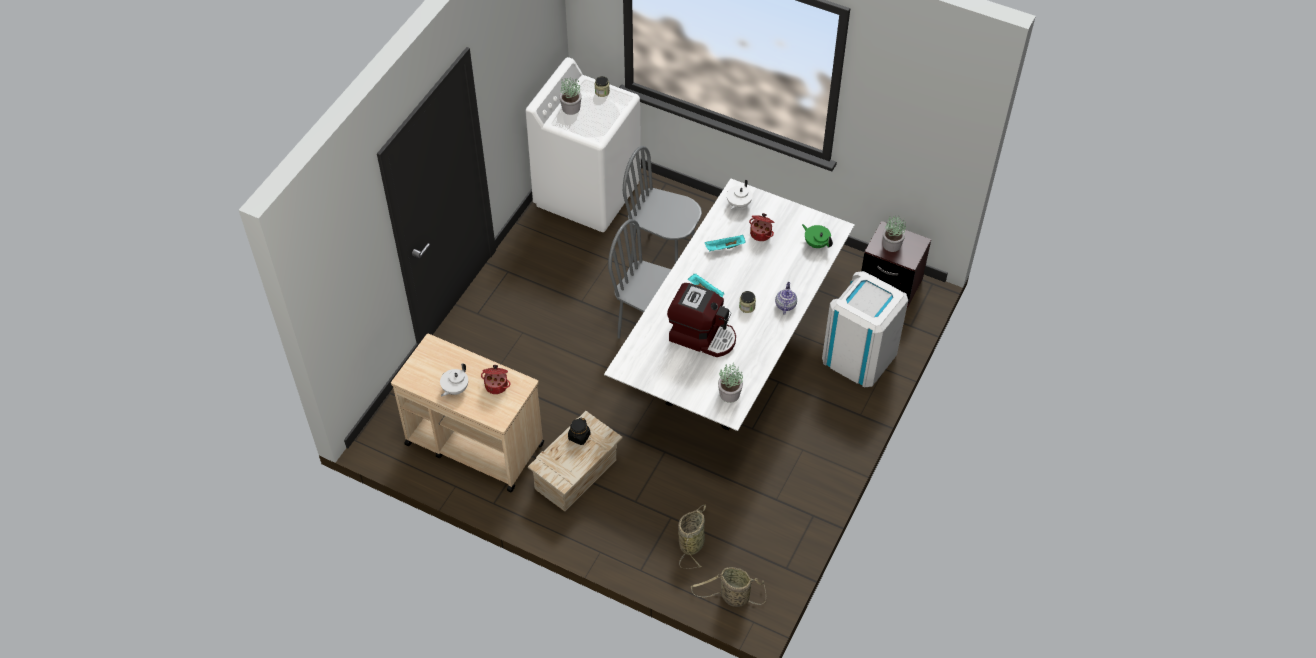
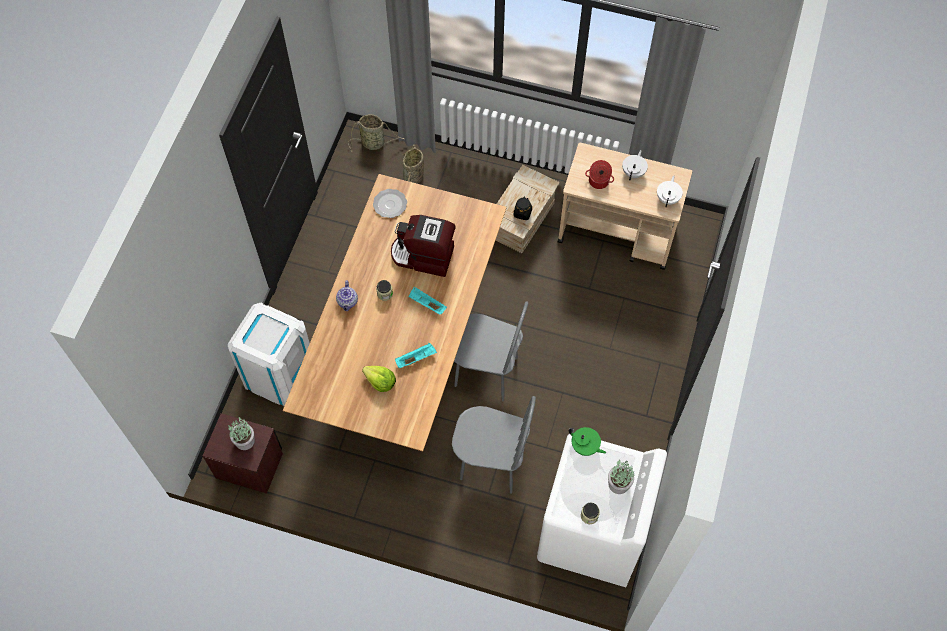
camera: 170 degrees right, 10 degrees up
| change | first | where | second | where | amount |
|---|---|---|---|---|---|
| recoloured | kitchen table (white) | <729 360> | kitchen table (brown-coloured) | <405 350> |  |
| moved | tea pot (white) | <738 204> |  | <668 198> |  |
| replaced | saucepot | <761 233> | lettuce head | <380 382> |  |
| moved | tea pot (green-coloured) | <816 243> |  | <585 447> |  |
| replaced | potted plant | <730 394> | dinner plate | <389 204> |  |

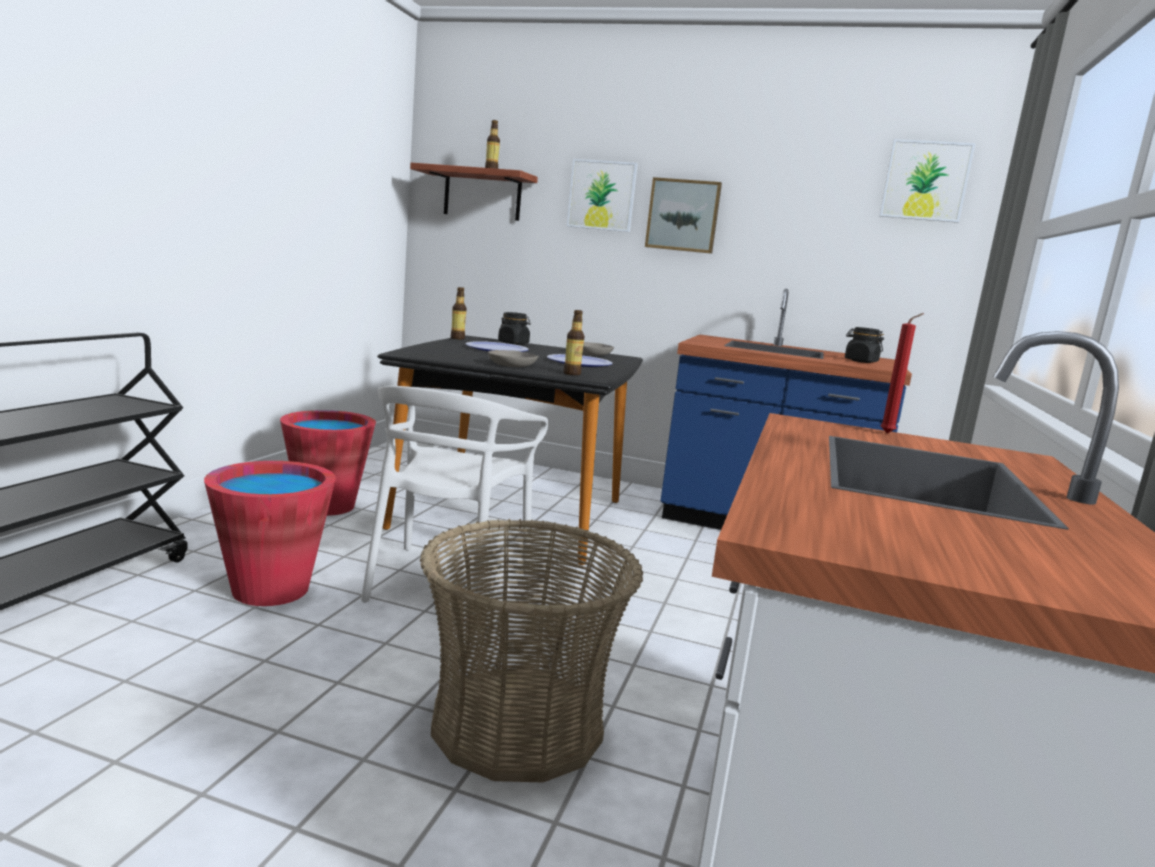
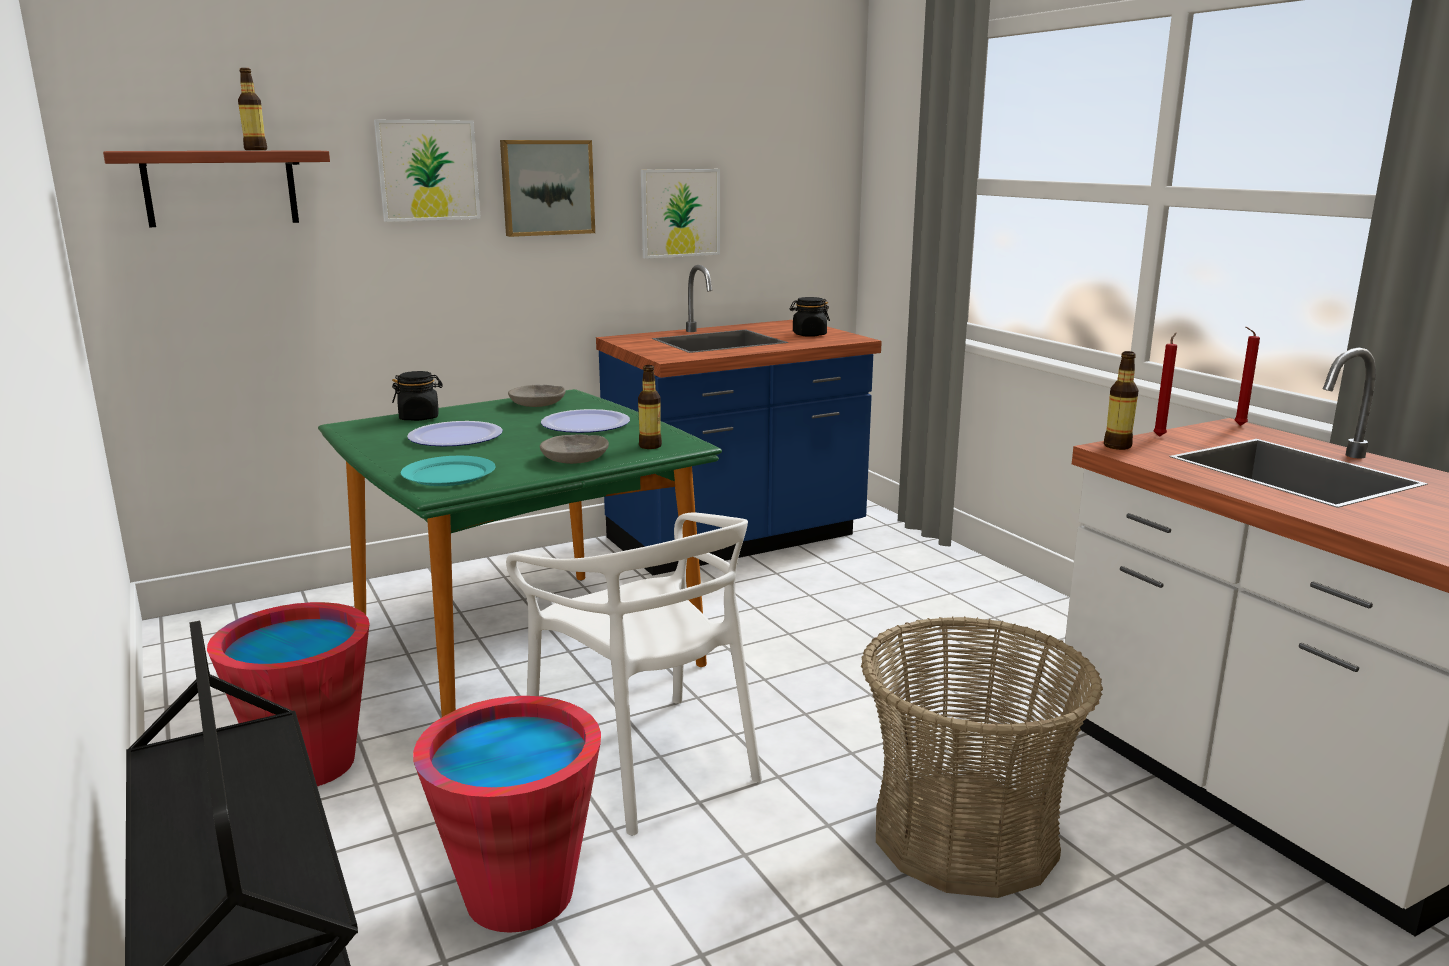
camera: 45 degrees left, 5 degrees up
| change | first | where | second | where | amount |
|---|---|---|---|---|---|
| moved | wall art | <925 181> |  | <680 213> |  |
| moved | drink bottle | <457 338> |  | <1117 446> |  |
| recoloured | kitchen table (blackish) | <512 514> | kitchen table (green-coloured) | <525 649> |  |
| added |  |  | candle (red-coloured) | <1238 425> |  |
| added |  |  | dinner plate (turquoise-coloured) | <448 475> |  |

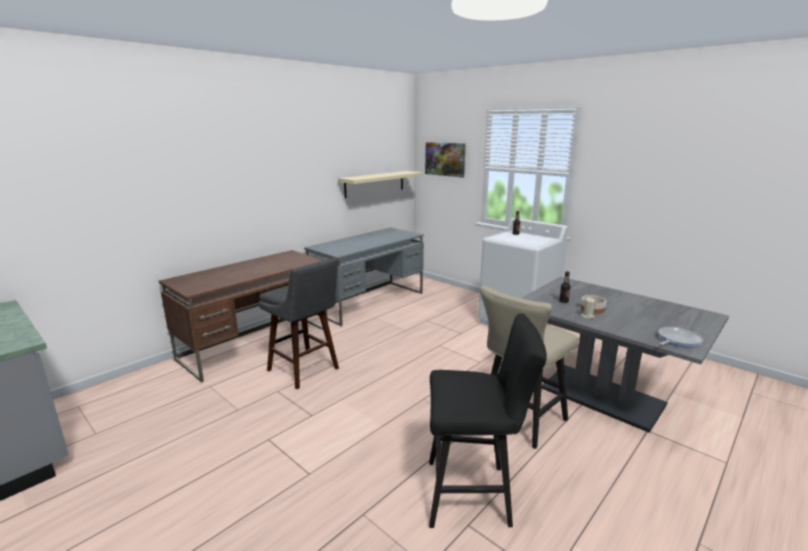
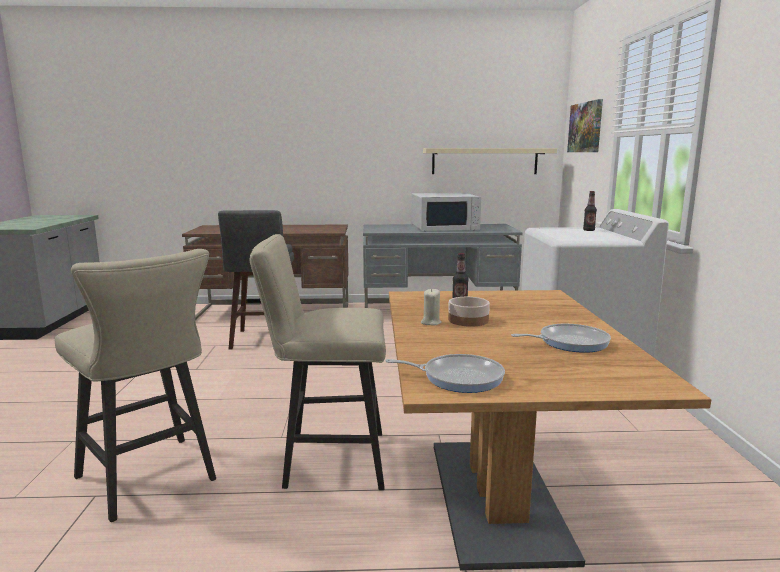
camera: 45 degrees right, 5 degrees down
| change | first | where | second | where | amount |
|---|---|---|---|---|---|
| recoloured | kitchen table (gray) | <601 396> | kitchen table (brown-coloured) | <496 497> |  |
| recoloured | sitting stool (blackish) | <475 494> | sitting stool (sand-coloured) | <151 481> |  |
| added |  |  | microwave oven (white) | <445 228> |  |
| added |  |  | frying pan | <569 342> |  |

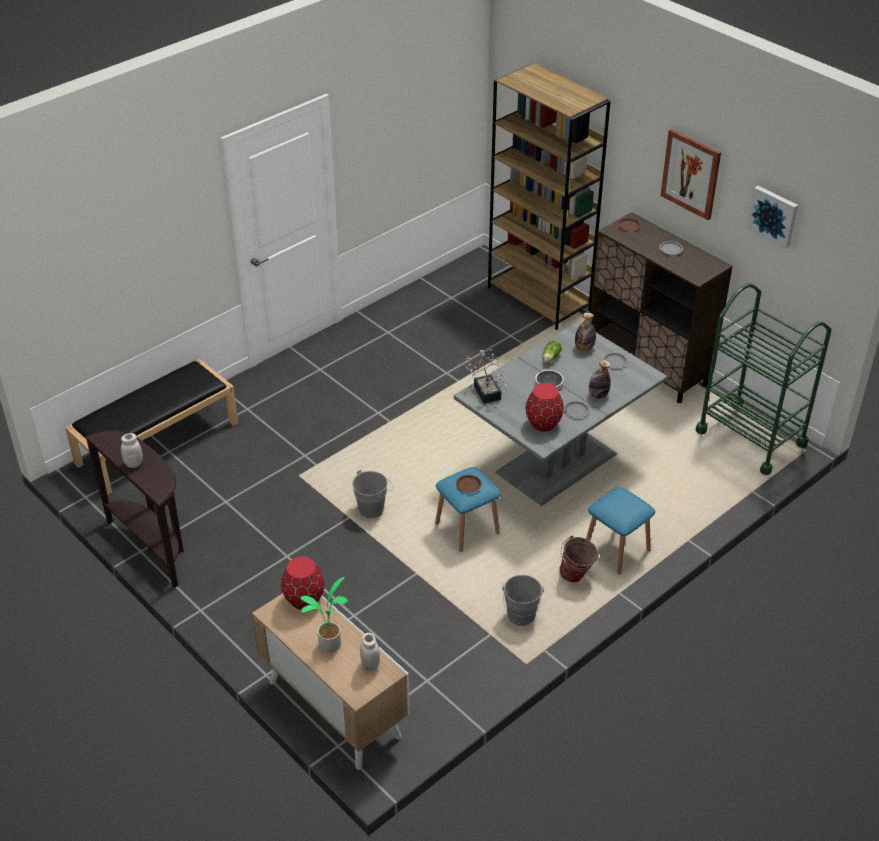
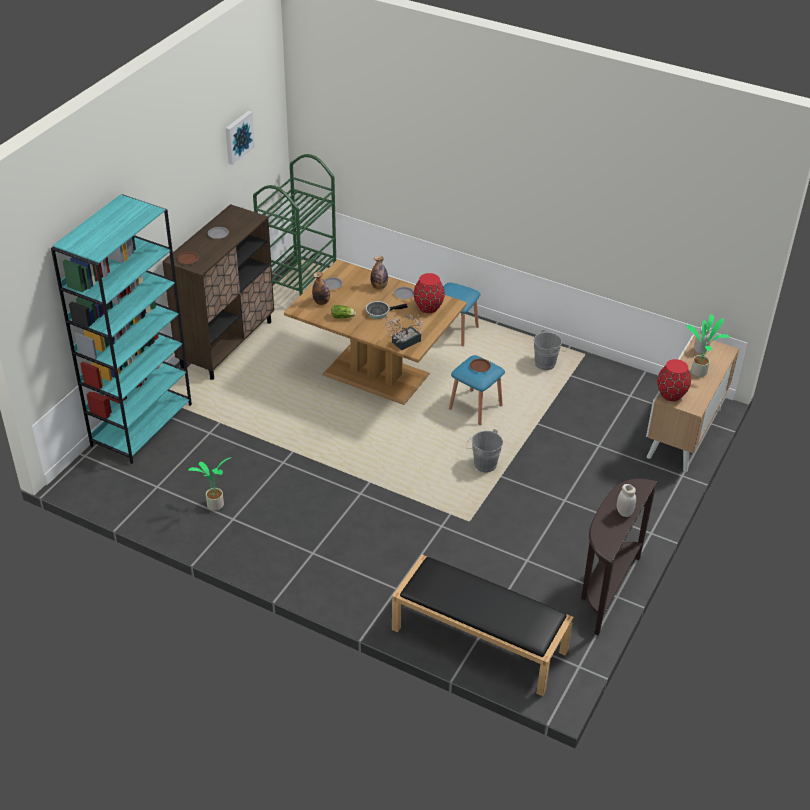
camera: 110 degrees left, 0 degrees up
| change | first | where | second | where | amount |
|---|---|---|---|---|---|
| recoloured | bookshelf (brown-coloured) | <539 299> | bookshelf (turquoise-coloured) | <142 424> |  |
| removed | wall art | <691 174> |  |  |  |
| recoloured | kitchen table (gray) | <555 463> | kitchen table (brown-coloured) | <375 375> |  |
| removed | bucket | <576 577> |  |  |  |
| added |  |  | potted plant | <214 506> |  |

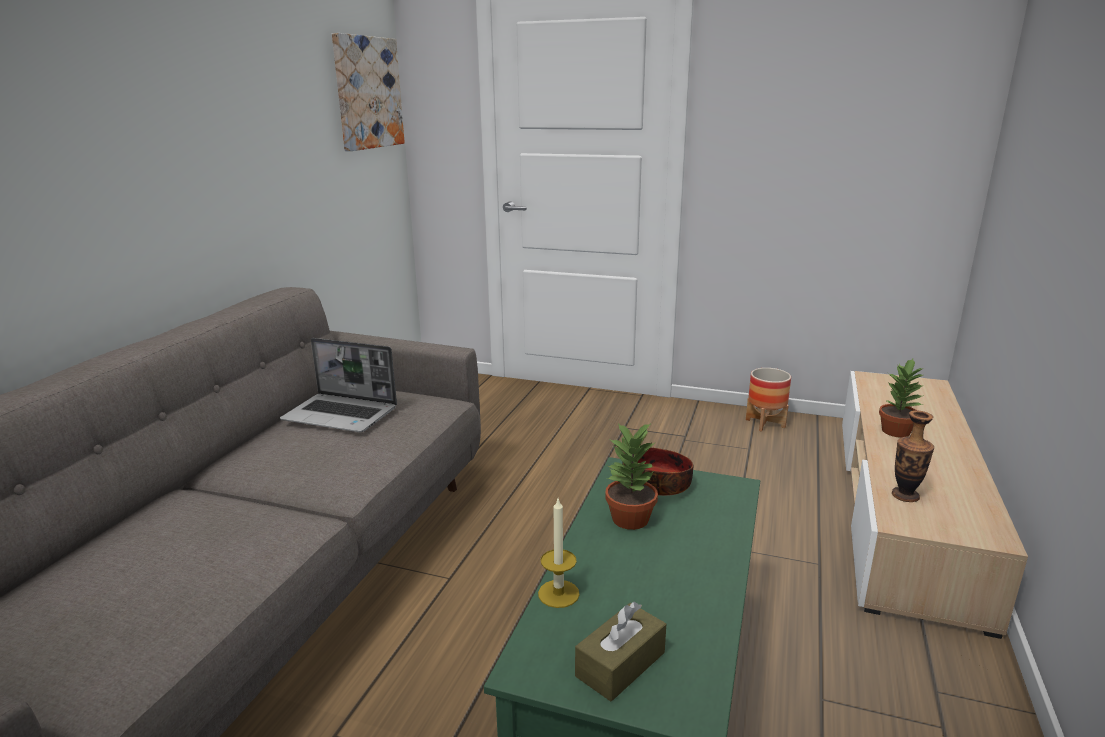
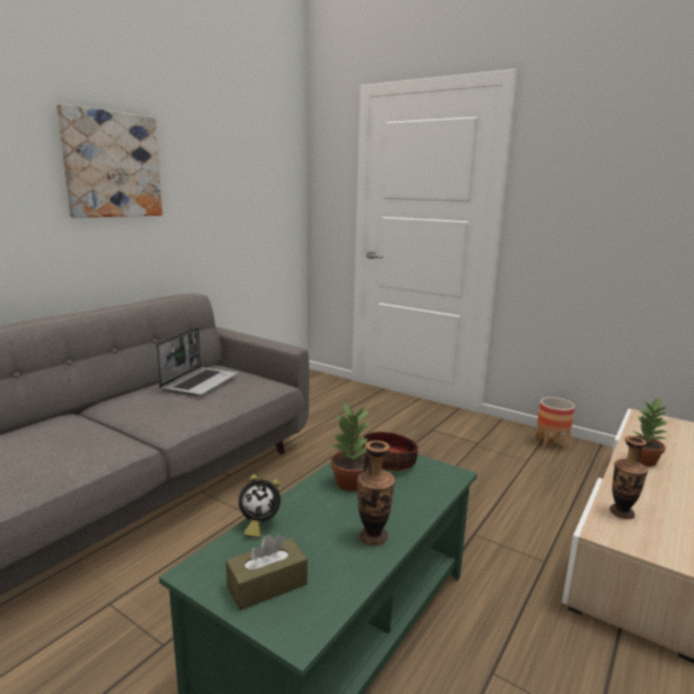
camera: 15 degrees right, 5 degrees down
| change | first | where | second | where | amount |
|---|---|---|---|---|---|
| moved | wall art | <367 93> |  | <112 165> |  |
| turned | notebook computer | <342 415> |  | <200 382> | 105 degrees counterclockwise |
| replaced | candle | <558 593> | bedside clock | <258 524> |  |
| added |  |  | decorative vase | <373 537> |  |

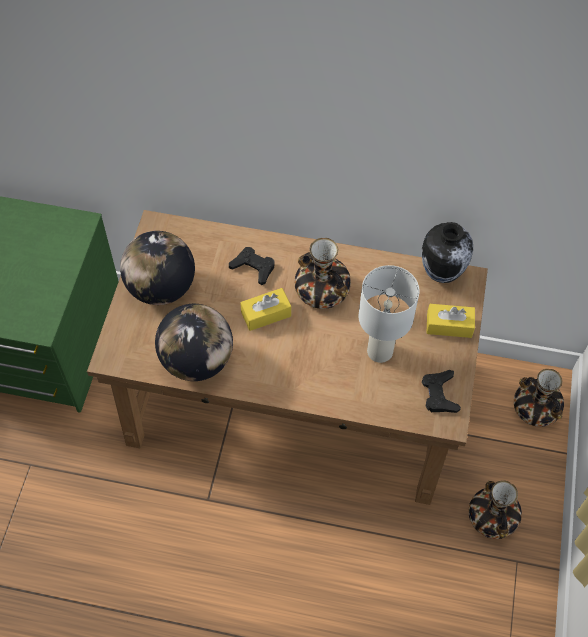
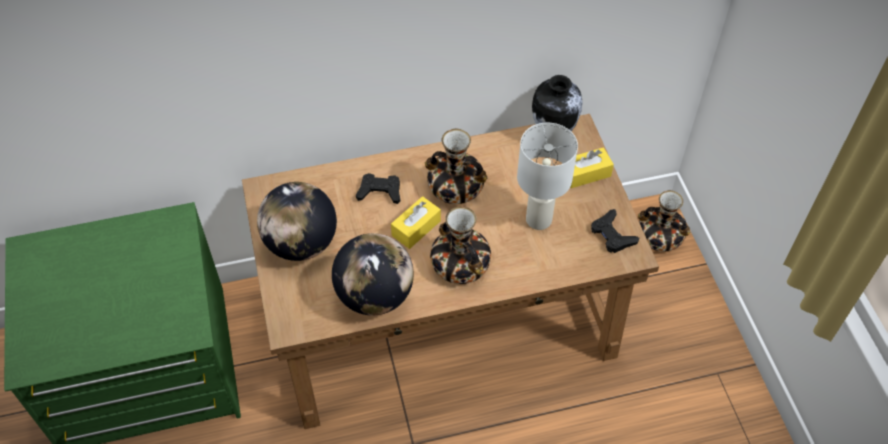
camera: 25 degrees left, 5 degrees down
| change | first | where | second | where | amount |
|---|---|---|---|---|---|
| moved | decorative vase | <492 518> |  | <460 265> |  |

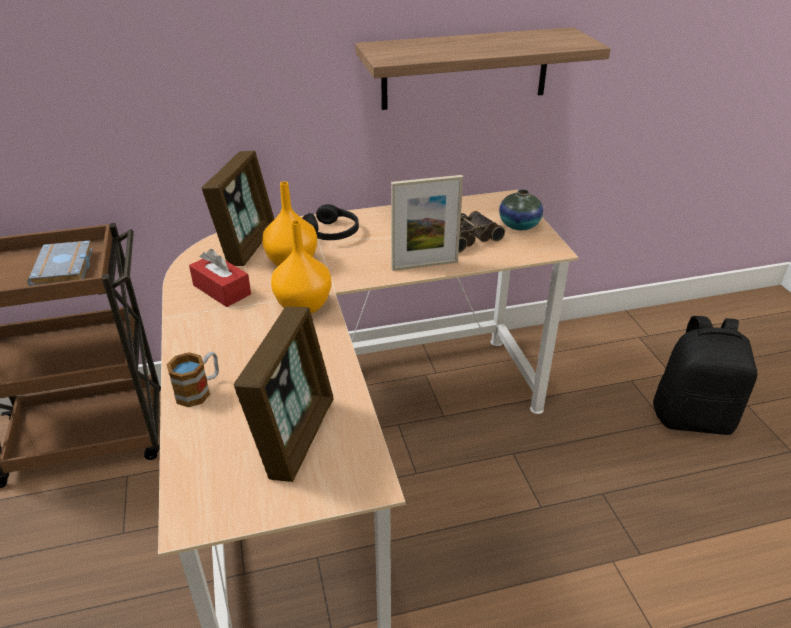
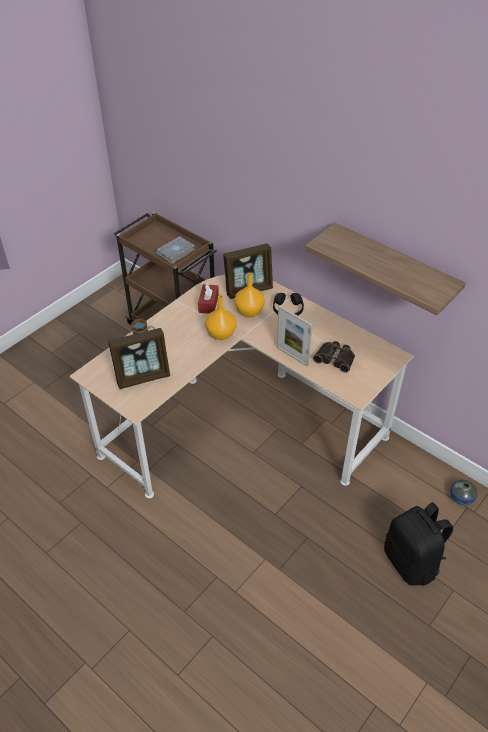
camera: 55 degrees right, 10 degrees up
| change | first | where | second | where | amount |
|---|---|---|---|---|---|
| moved | decorative vase | <519 225> |  | <461 497> |  |

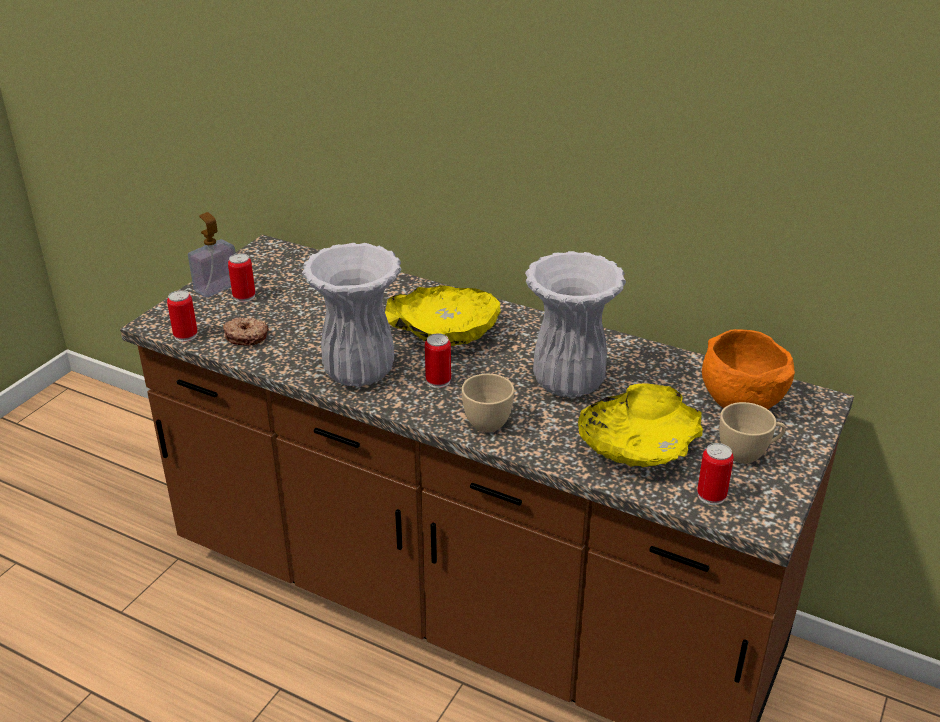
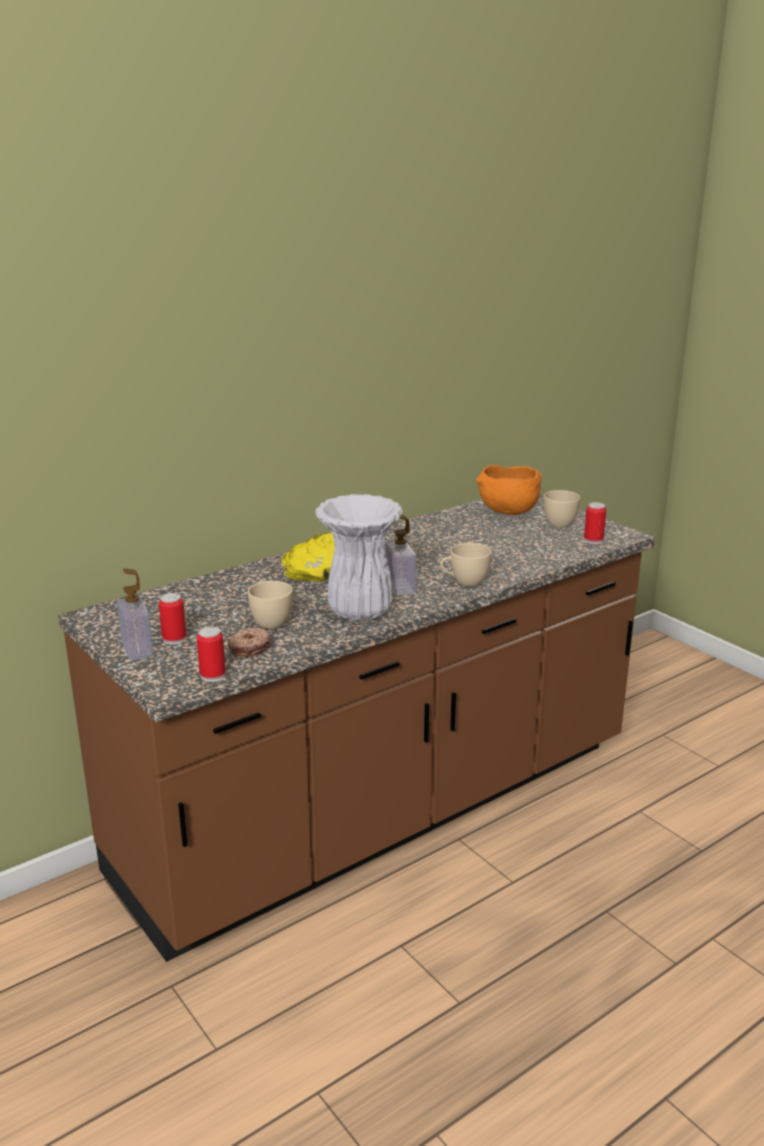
camera: 65 degrees left, 10 degrees down
| change | first | where | second | where | amount |
|---|---|---|---|---|---|
| removed | decorative vase (white) | <569 383> |  |  |  |
| replaced | sealed can | <438 381> | soap dispenser | <400 587> |  |
| removed | serving bowl (yellow) | <638 444> |  |  |  |
| added |  |  | small cup (sand-coloured) | <276 621> |  |

